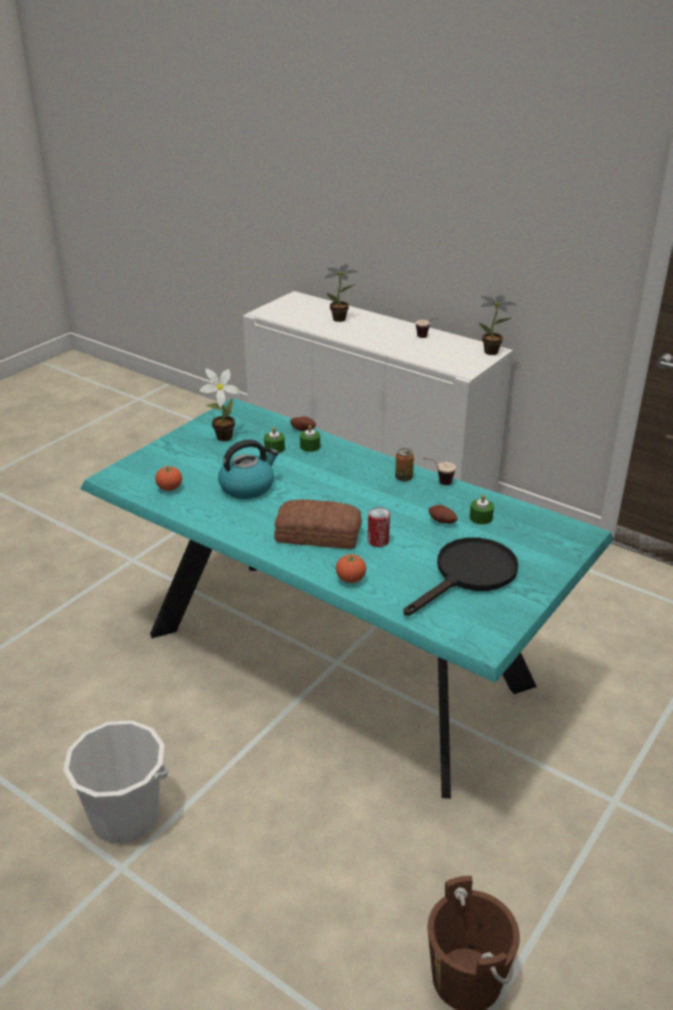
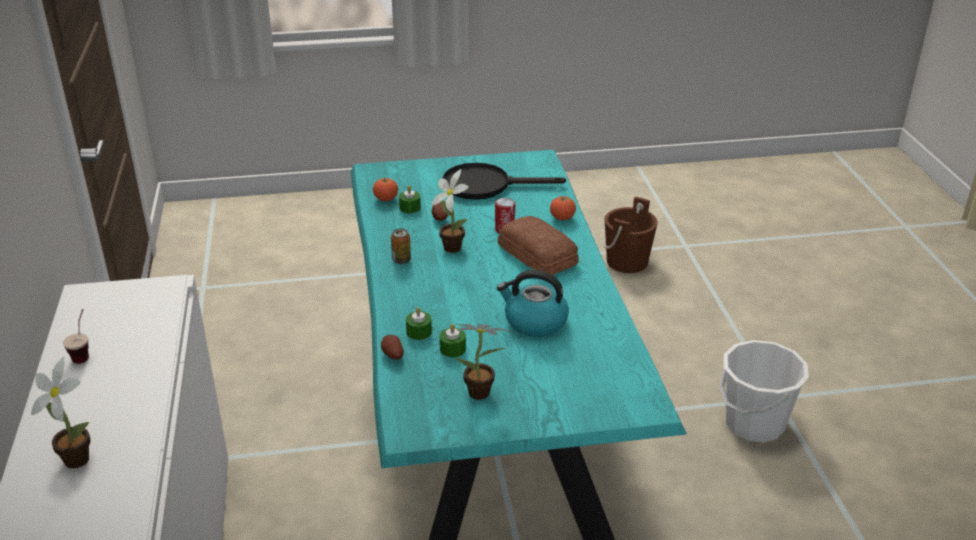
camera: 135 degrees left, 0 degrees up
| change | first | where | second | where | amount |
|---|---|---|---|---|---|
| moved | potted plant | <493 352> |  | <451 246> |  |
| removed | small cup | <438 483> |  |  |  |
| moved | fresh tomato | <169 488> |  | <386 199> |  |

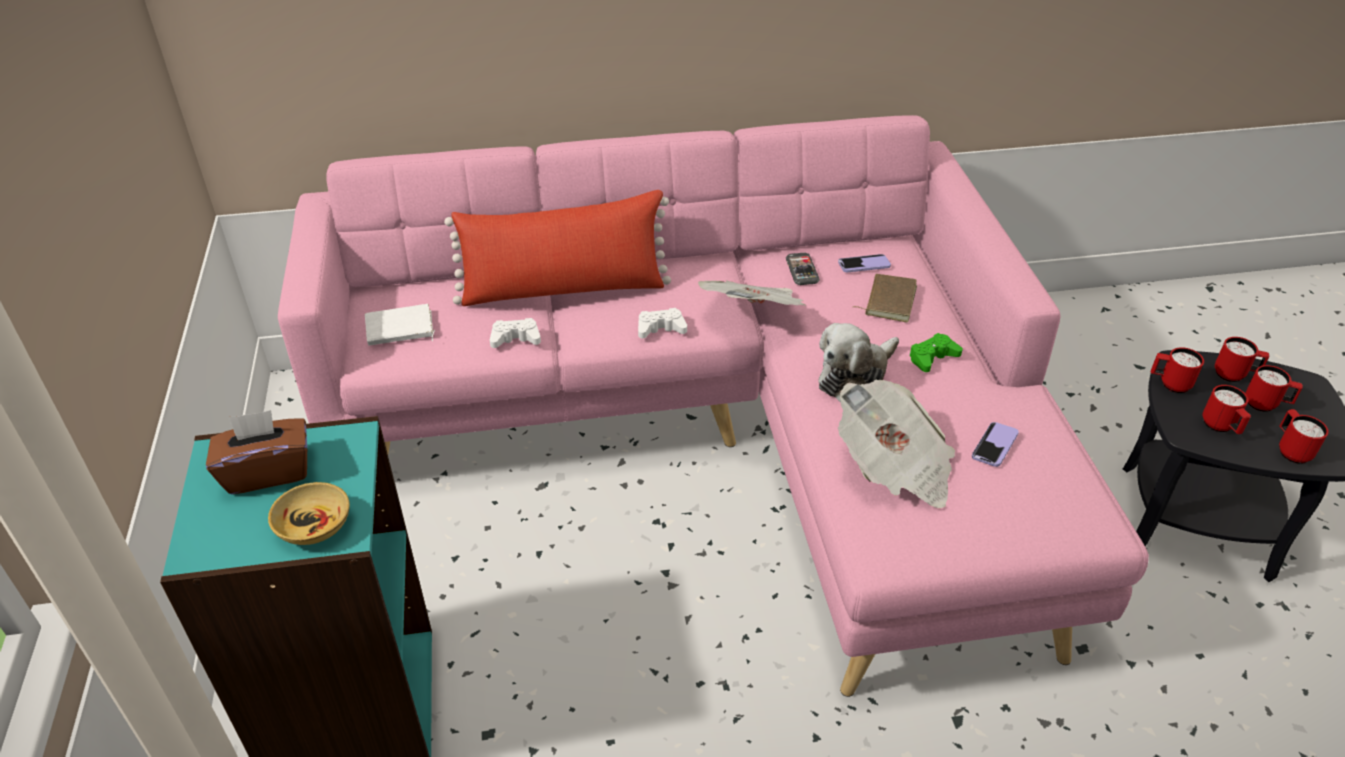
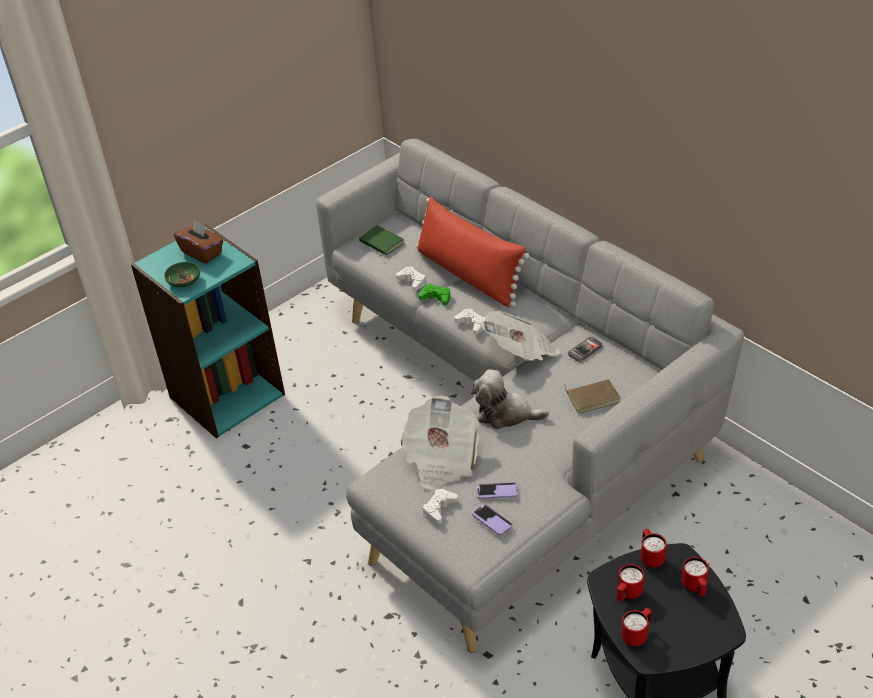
camera: 60 degrees right, 0 degrees up
| change | first | where | second | where | amount |
|---|---|---|---|---|---|
| recoloured | sofa (pinkish) | <729 447> | sofa (gray) | <507 431> |  |
| moved | phone | <864 265> |  | <492 520> |  |
| recoloured | book (white) | <400 330> | book (green-coloured) | <380 243> |  |
| moved | game controller (green-coloured) | <932 357> |  | <436 297> |  |
| removed | coffee mug (red-coloured) | <1266 405> |  |  |  |
| recoloured | serving bowl (sand-coloured) | <313 526> | serving bowl (green-coloured) | <183 281> |  |
| added |  |  | game controller (white) | <439 508> |  |

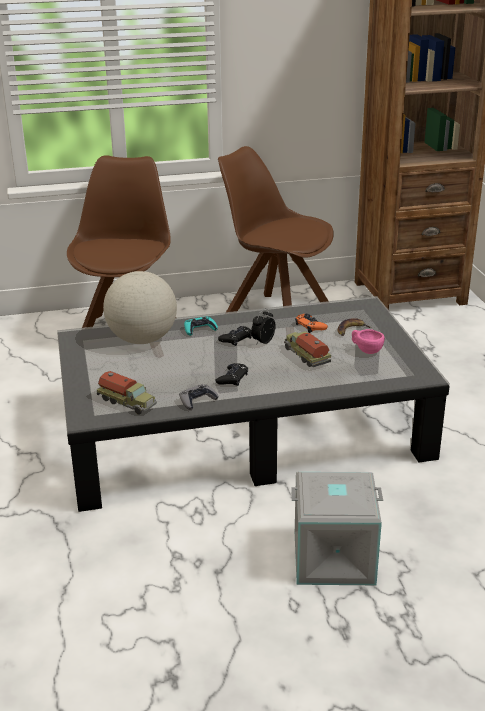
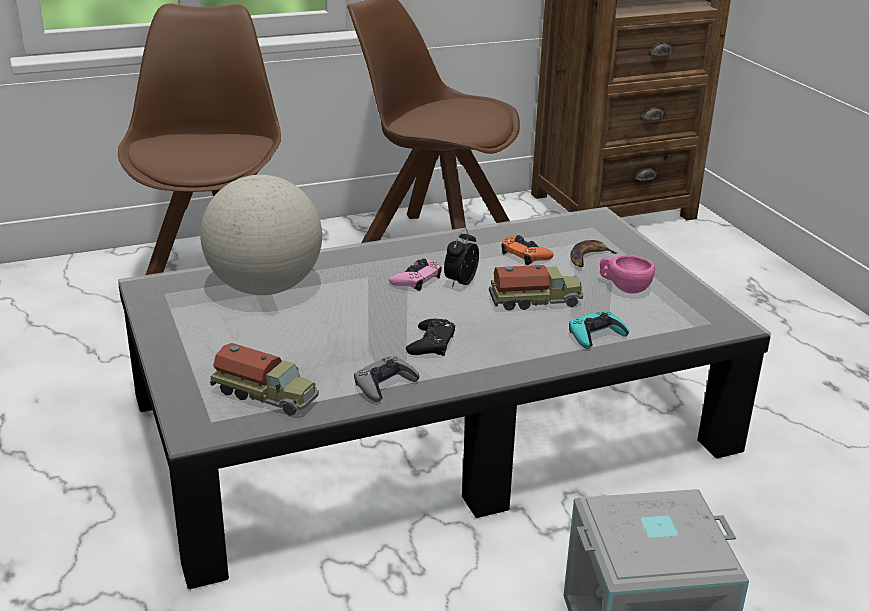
camera: 10 degrees left, 0 degrees up
| change | first | where | second | where | amount |
|---|---|---|---|---|---|
| moved | game controller (turquoise-coloured) | <200 329> |  | <596 335> |  |
| recoloured | game controller (blackish) | <236 339> | game controller (pinkish) | <416 279> |  |
| turned | model truck | <306 356> |  | <535 301> | 120 degrees clockwise |

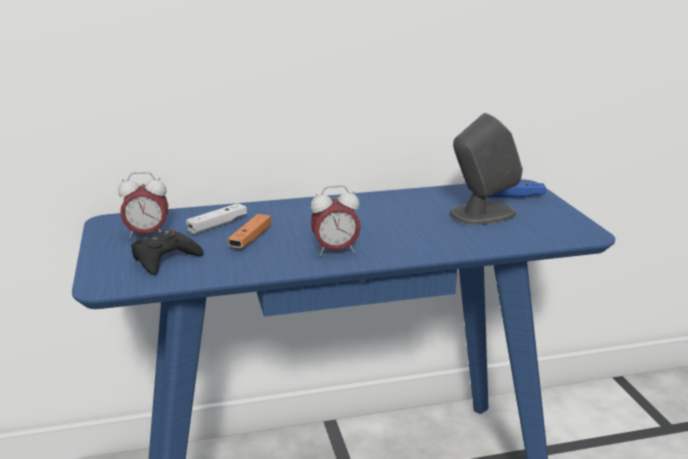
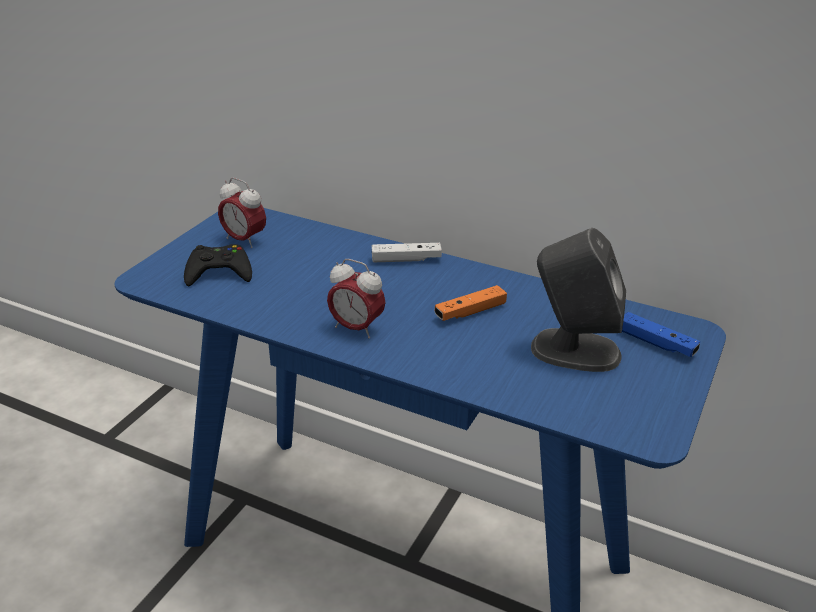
camera: 40 degrees right, 10 degrees up
| change | first | where | second | where | amount |
|---|---|---|---|---|---|
| moved | game controller (white) | <217 225> |  | <406 259> |  |
| moved | game controller (orangey) | <250 239> |  | <470 312> |  |

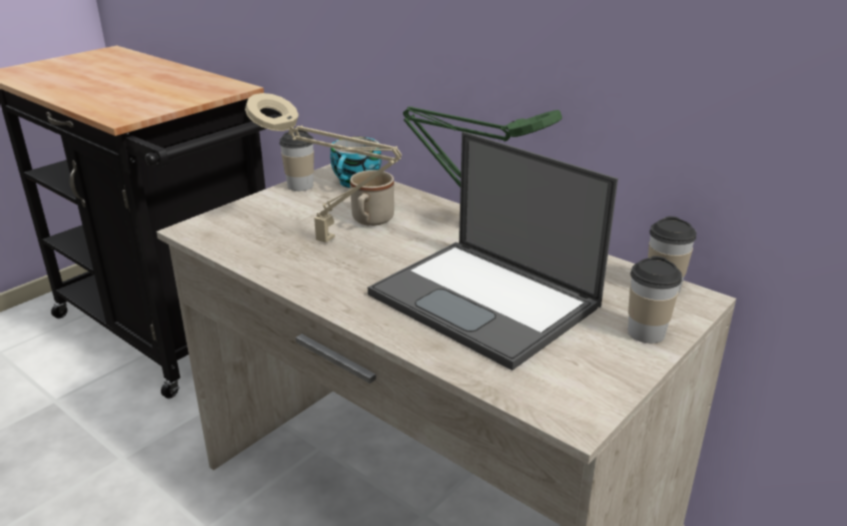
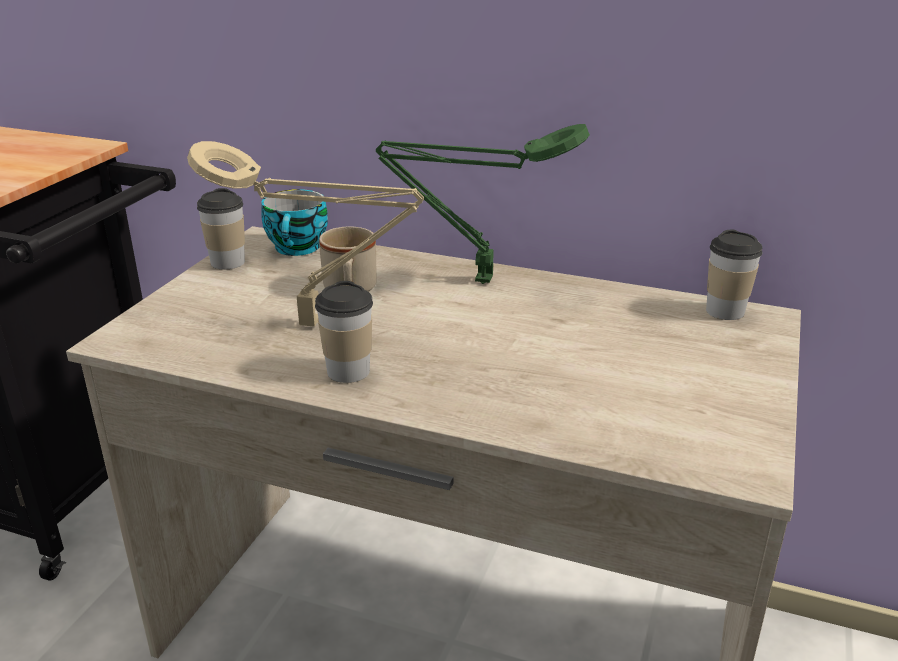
camera: 20 degrees left, 0 degrees up
| change | first | where | second | where | amount |
|---|---|---|---|---|---|
| removed | notebook computer | <486 301> |  |  |  |
| moved | small cup | <646 333> |  | <348 371> |  |

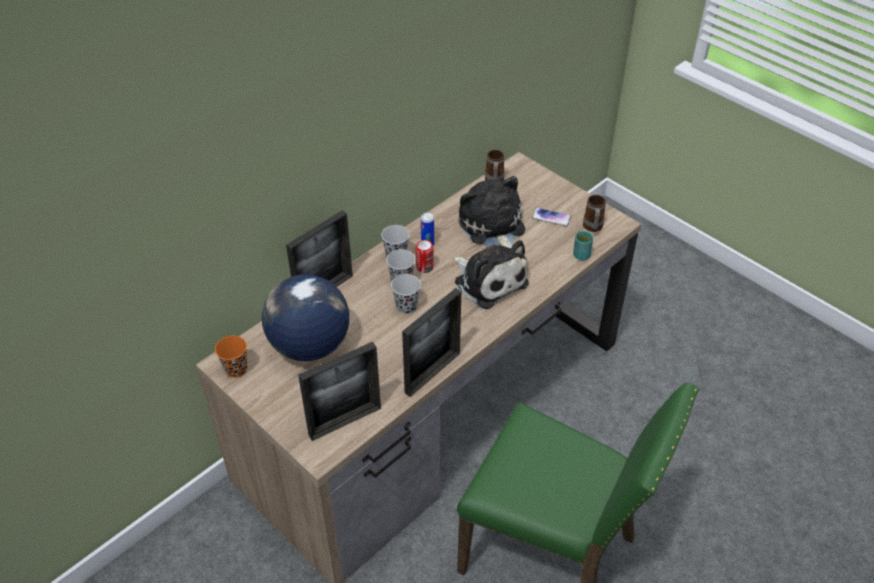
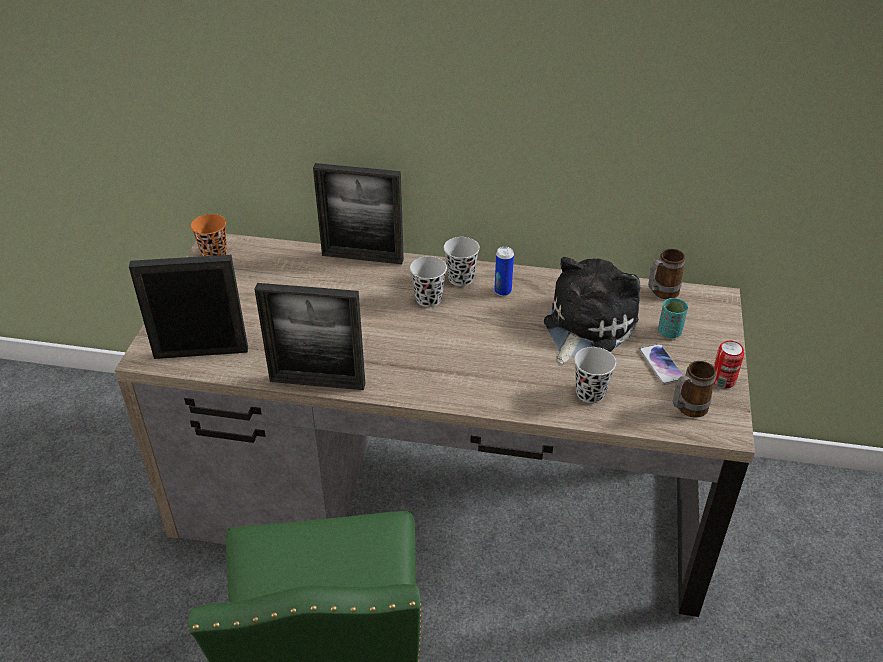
camera: 55 degrees right, 5 degrees down
| change | first | where | second | where | amount |
|---|---|---|---|---|---|
| moved | small cup (turquoise-coloured) | <581 255> |  | <669 332> |  |
| moved | sealed can | <424 267> |  | <723 380> |  |
| removed | soft toy | <488 281> |  |  |  |
| removed | desk globe | <309 346> |  |  |  |
| moved | small cup (blackish) | <406 306> |  | <590 393> |  |
| turned | photo frame | <345 421> |  | <201 352> | 150 degrees clockwise |

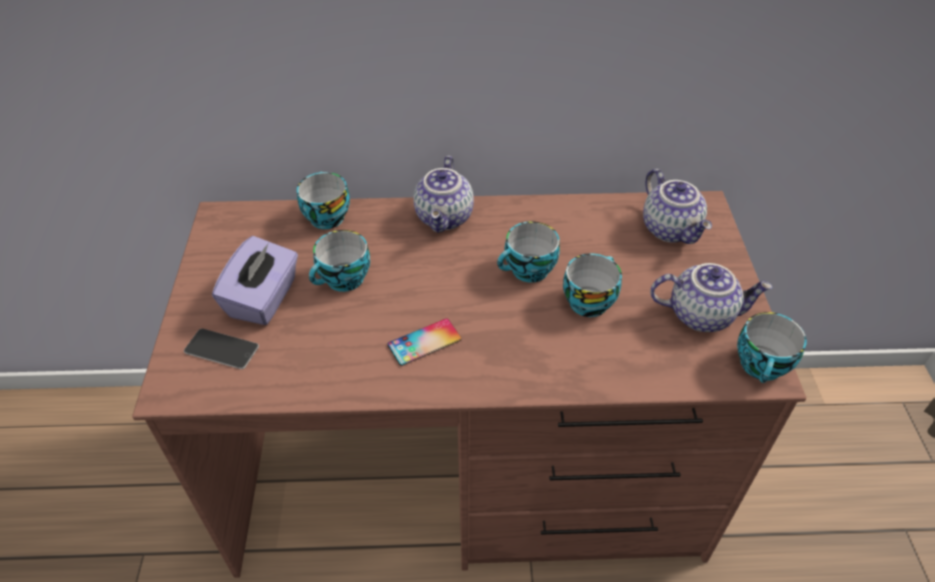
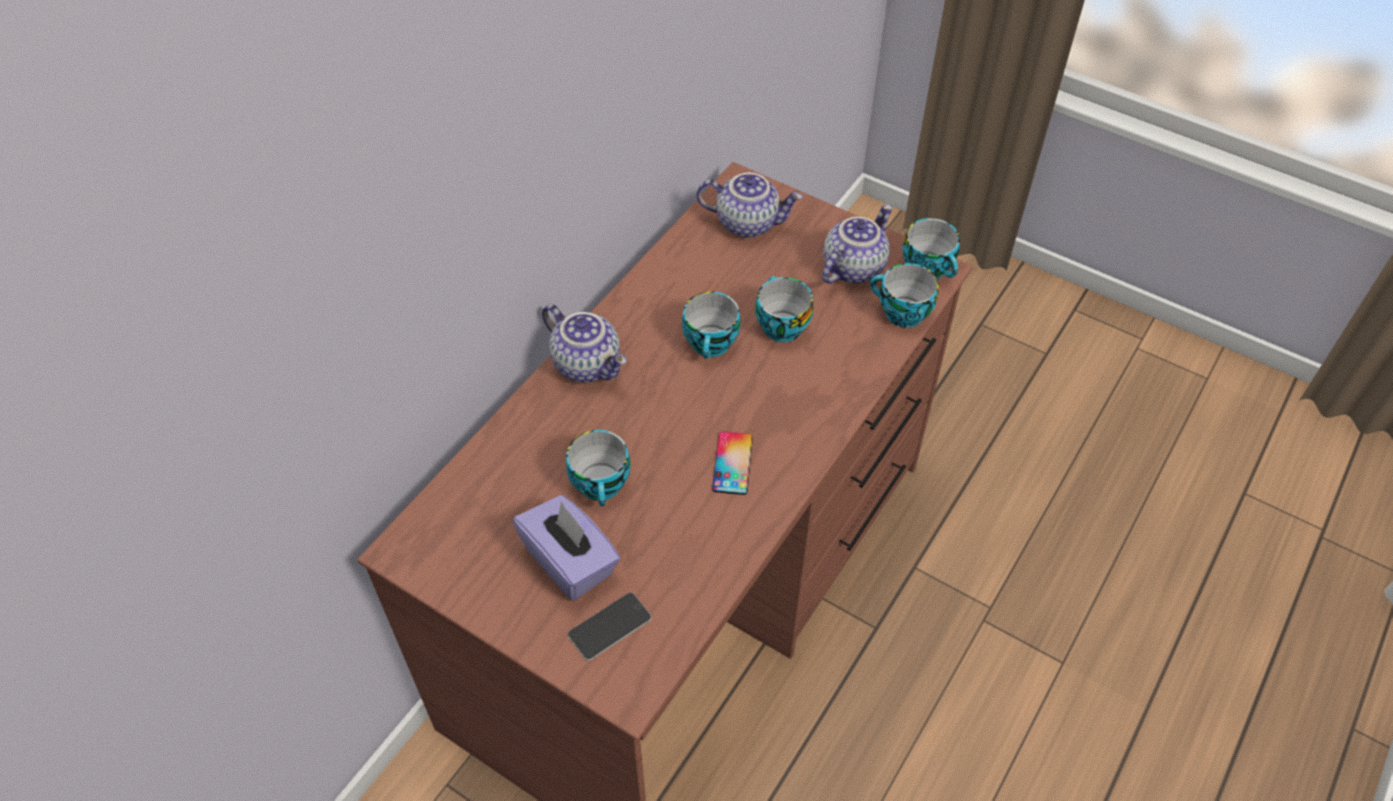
camera: 55 degrees left, 5 degrees up
| change | first | where | second | where | amount |
|---|---|---|---|---|---|
| moved | small cup | <325 216> |  | <901 313> |  |

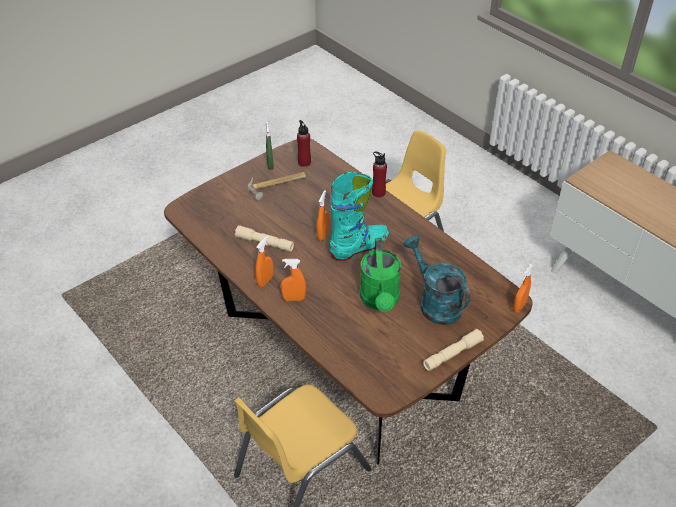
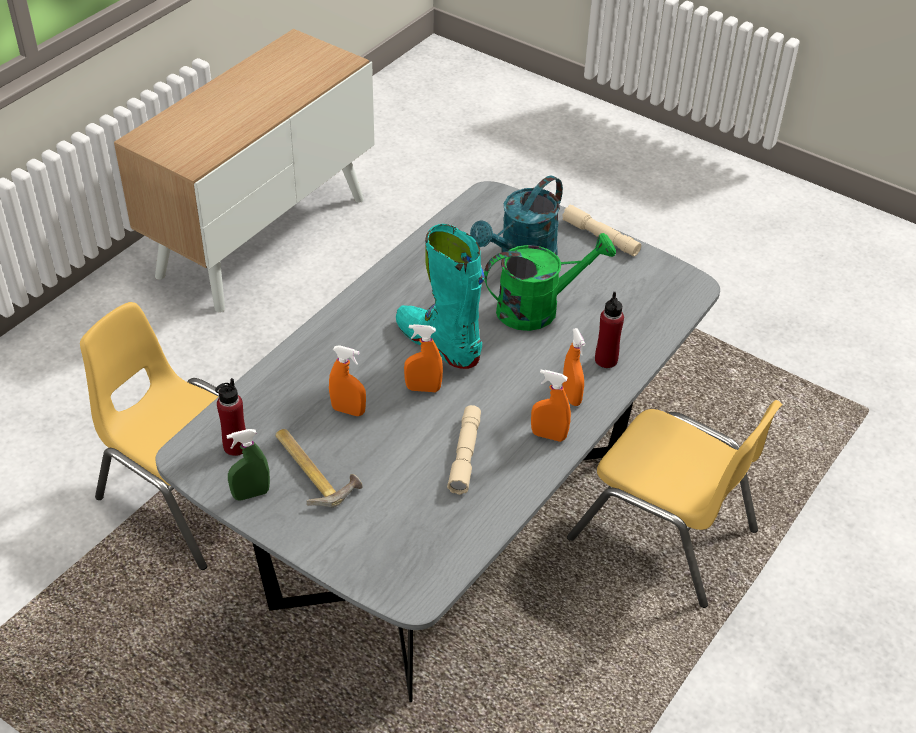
camera: 105 degrees left, 0 degrees up
| change | first | where | second | where | amount |
|---|---|---|---|---|---|
| recoloured | kitchen table (brown-coloured) | <339 356> | kitchen table (gray) | <452 528> |  |
| moved | drink bottle (red-coloured) | <378 192> |  | <606 360> |  |
| moved | sprayer (orangey) | <519 306> |  | <348 410> |  |

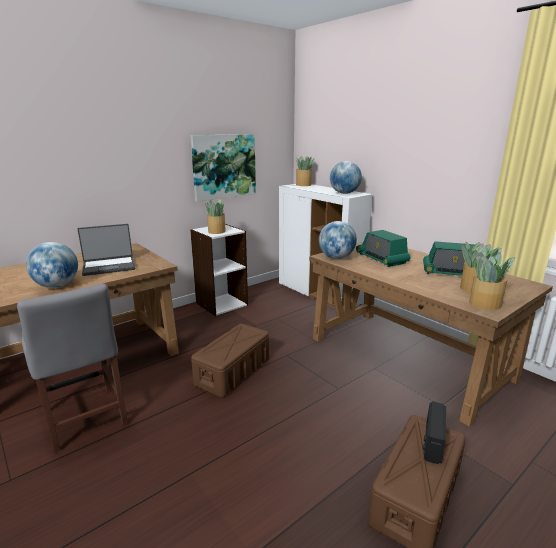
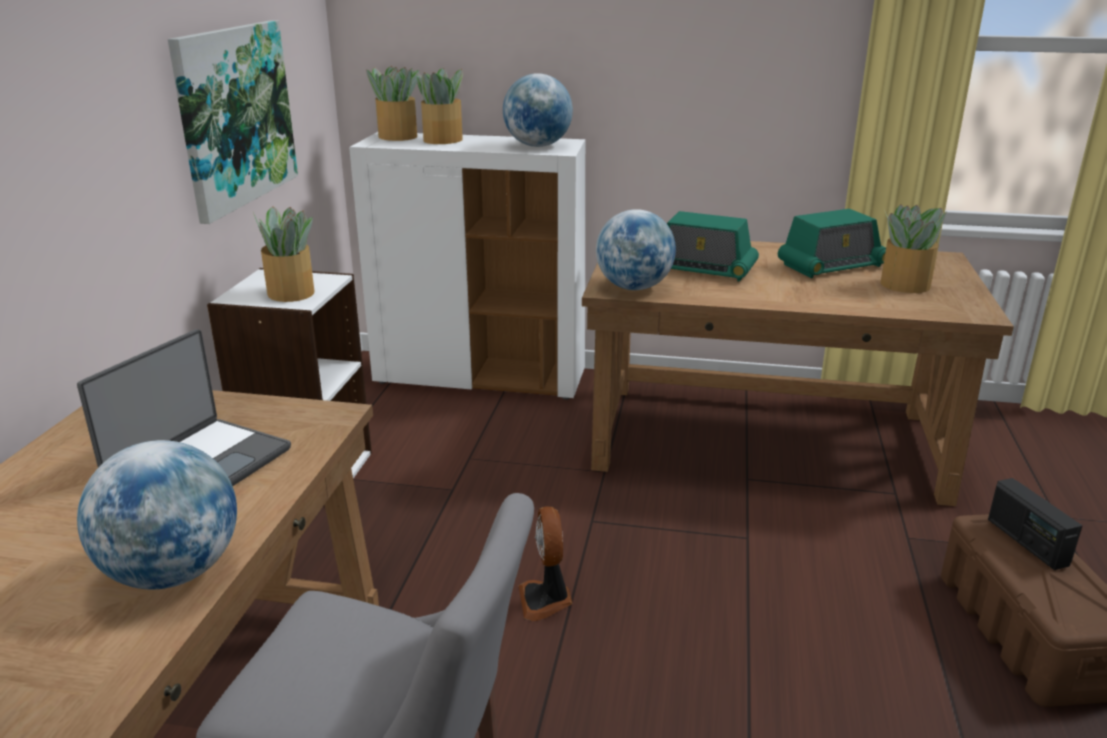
camera: 40 degrees left, 5 degrees up
| change | first | where | second | where | amount |
|---|---|---|---|---|---|
| moved | potted plant | <486 303> |  | <444 140> |  |
| replaced | storage box (brown-coloured) | <232 371> | electric fan | <546 600> |  |

